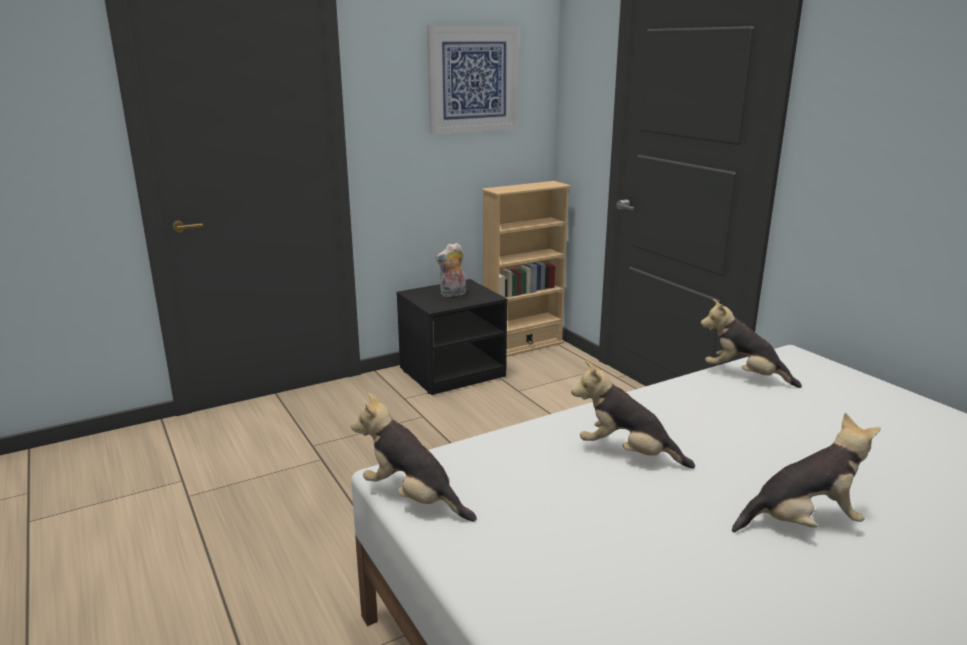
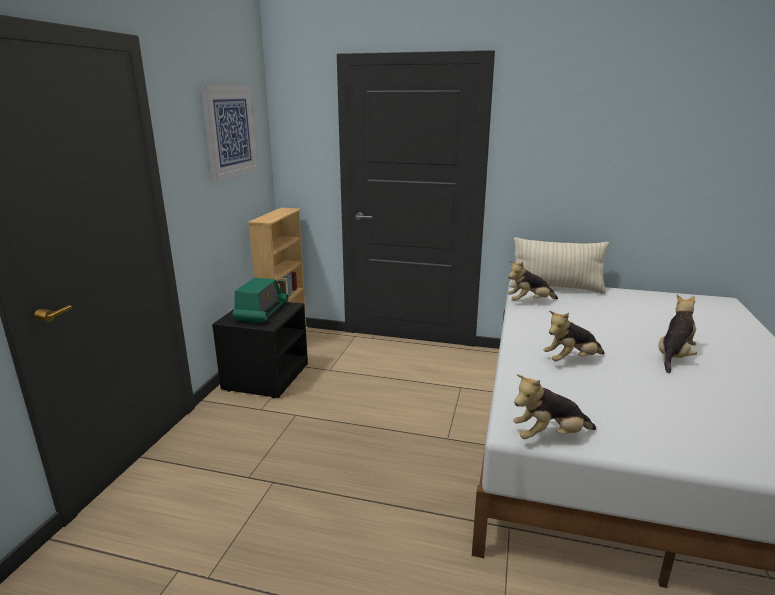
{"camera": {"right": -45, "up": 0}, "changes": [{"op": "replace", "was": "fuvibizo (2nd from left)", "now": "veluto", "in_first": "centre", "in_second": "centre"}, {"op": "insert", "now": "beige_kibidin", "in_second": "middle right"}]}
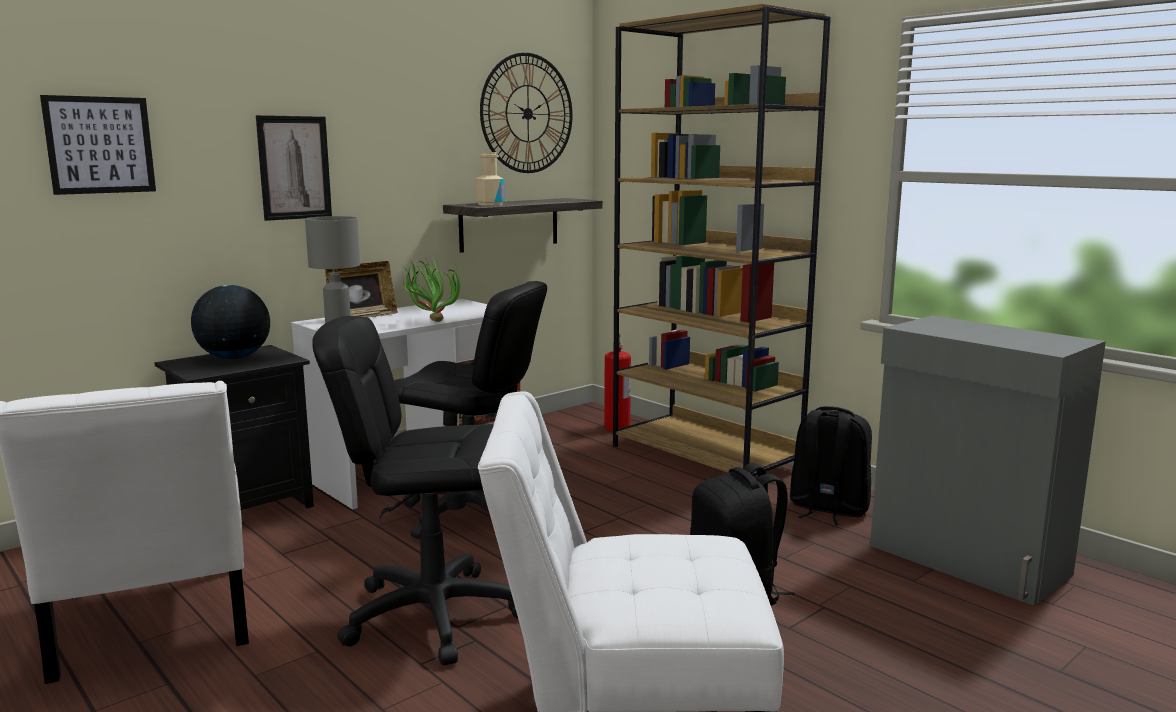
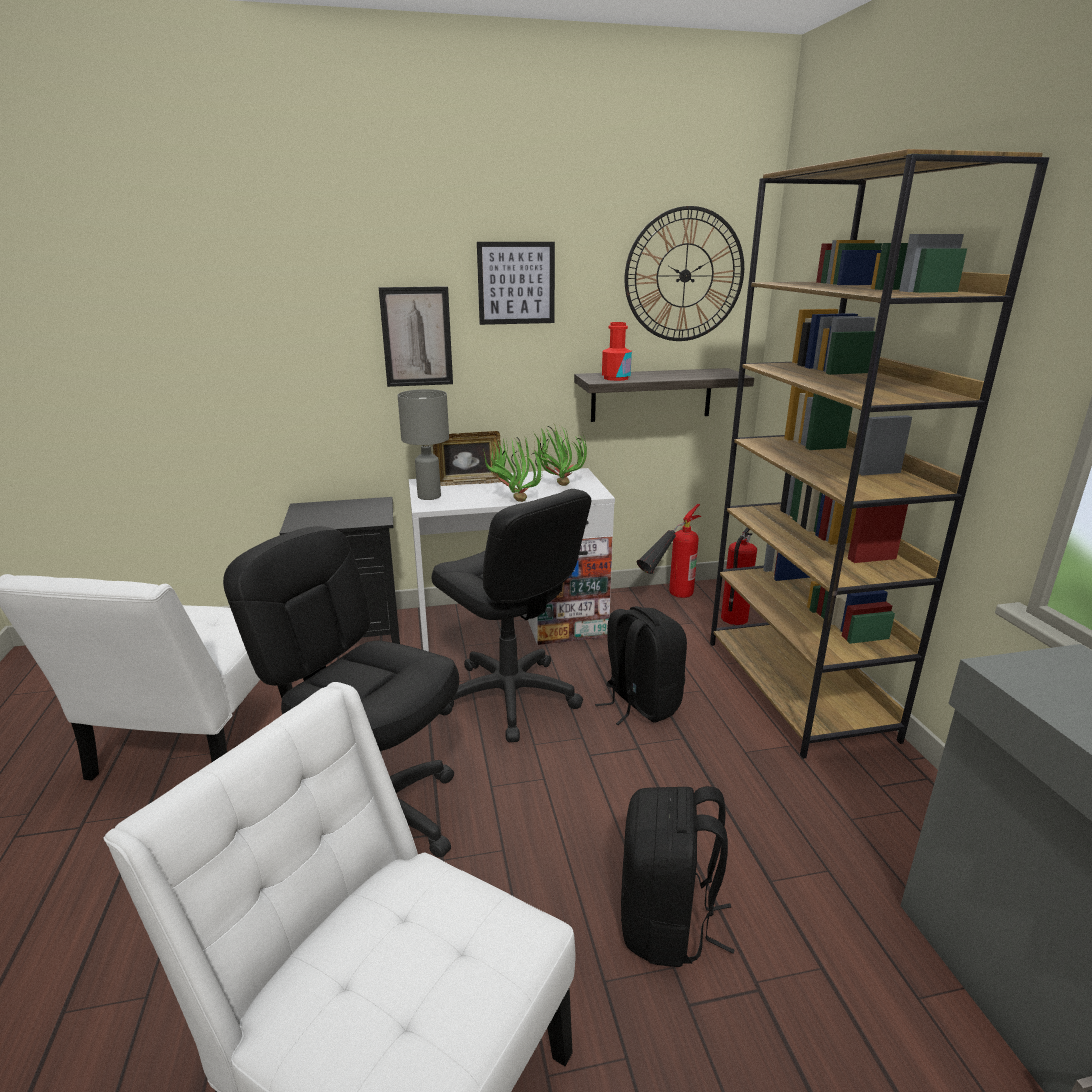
{"camera": {"right": 30, "up": 10}, "changes": [{"op": "move", "was": "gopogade (1st from left in the first image)", "now": "gopogade (2nd from left)", "in_first": "top left", "in_second": "top centre"}, {"op": "recolor", "was": "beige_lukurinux", "now": "red_lukurinux", "in_first": "top centre", "in_second": "top centre"}, {"op": "delete", "was": "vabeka", "in_first": "middle left"}, {"op": "move", "was": "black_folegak (2nd from left in the first image)", "now": "black_folegak (1st from left)", "in_first": "middle right", "in_second": "centre"}, {"op": "insert", "now": "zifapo (2nd from left)", "in_second": "centre"}, {"op": "insert", "now": "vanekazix (1st from left)", "in_second": "centre"}]}
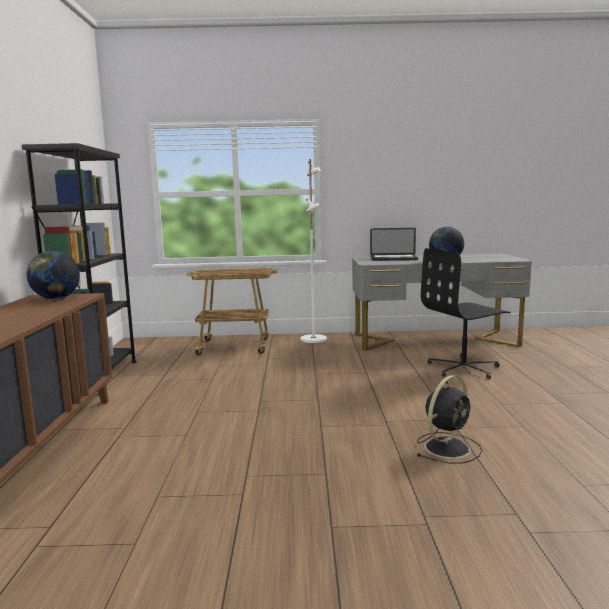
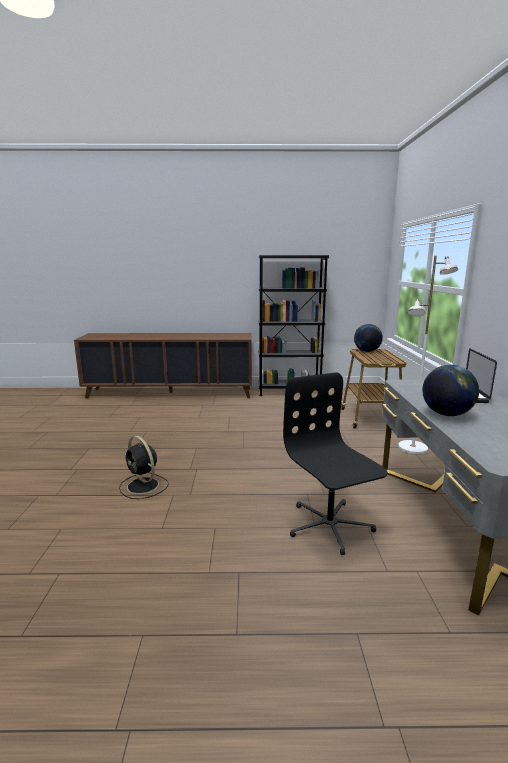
{"camera": {"right": 90, "up": 5}, "changes": [{"op": "move", "was": "vabeka (1st from left)", "in_first": "middle left", "in_second": "middle right"}]}
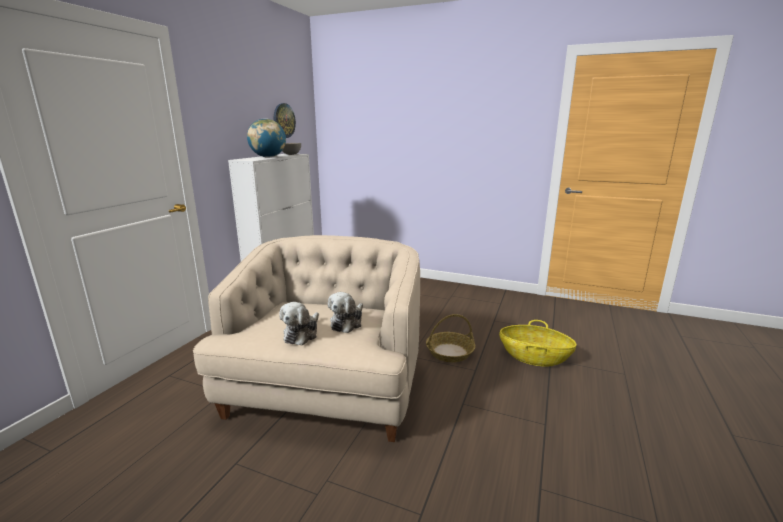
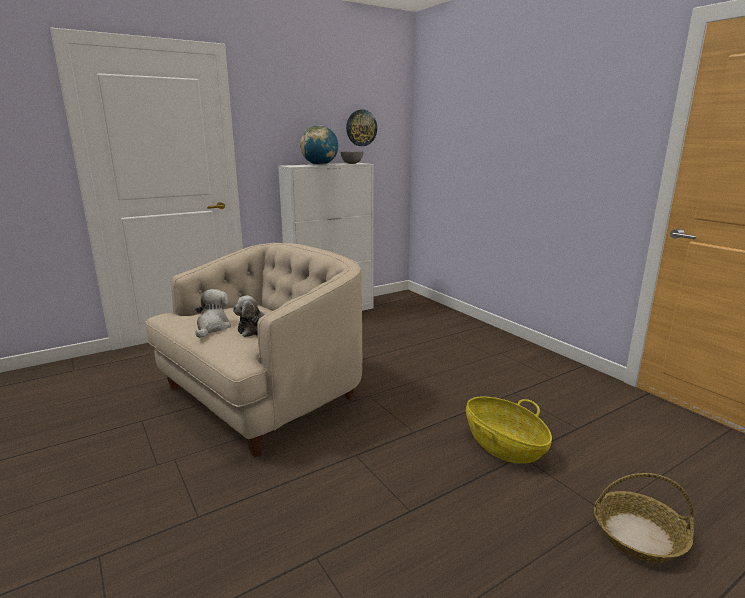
{"camera": {"right": 35, "up": 0}, "changes": [{"op": "rotate", "was": "fuvibizo (1st from left)", "in_first": "centre", "in_second": "middle left", "clockwise": 135}, {"op": "move", "was": "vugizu (1st from left in the first image)", "now": "vugizu (2nd from left)", "in_first": "centre", "in_second": "bottom right"}]}
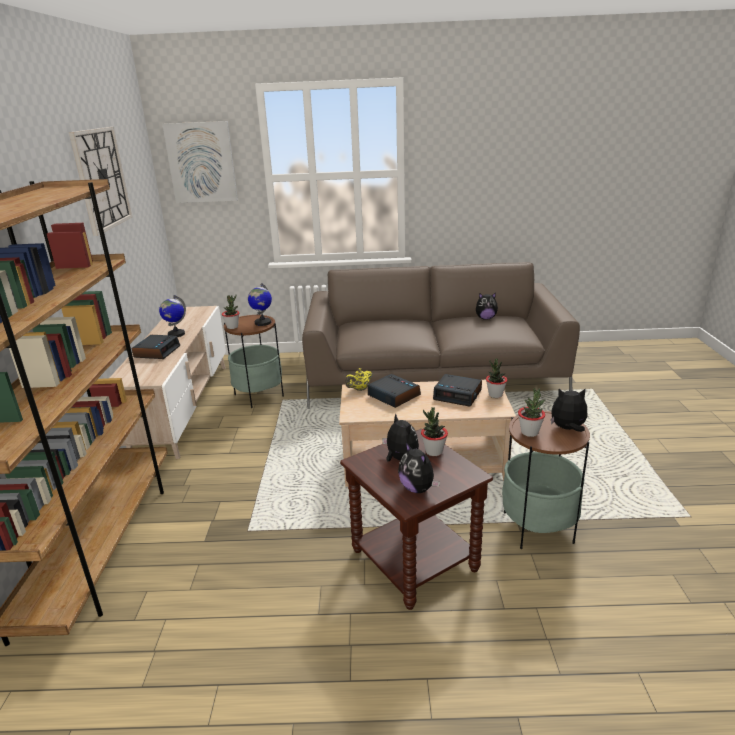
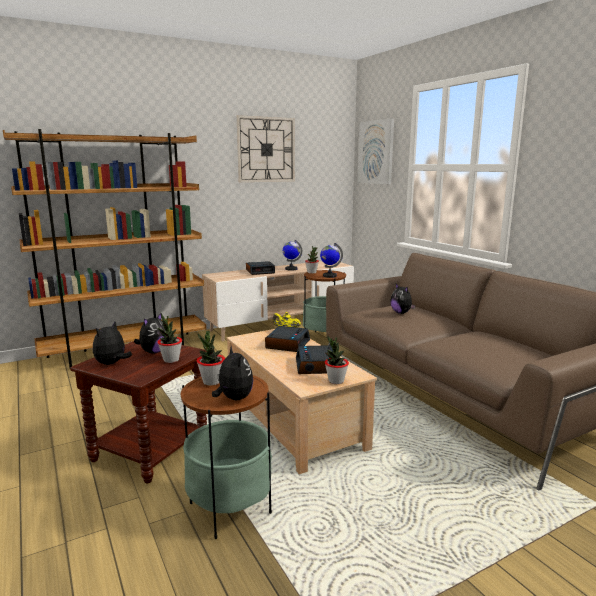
{"camera": {"right": 60, "up": -10}, "changes": [{"op": "move", "was": "fuvibizo (3rd from left in the first image)", "now": "fuvibizo (4th from left)", "in_first": "centre", "in_second": "middle right"}]}
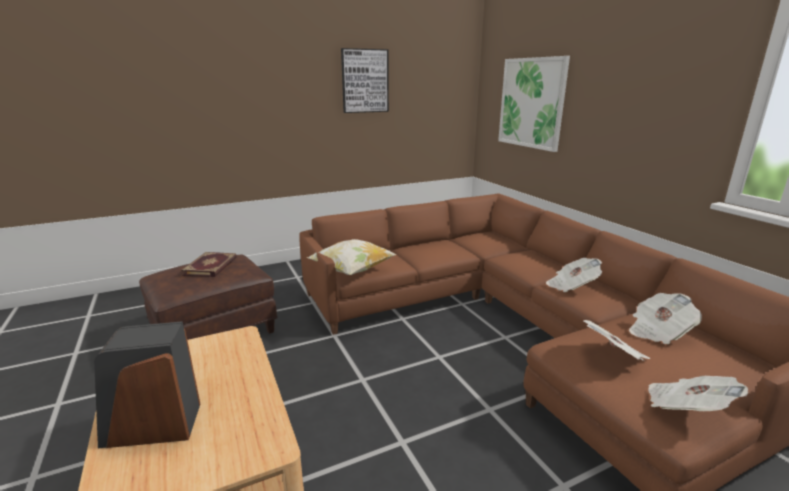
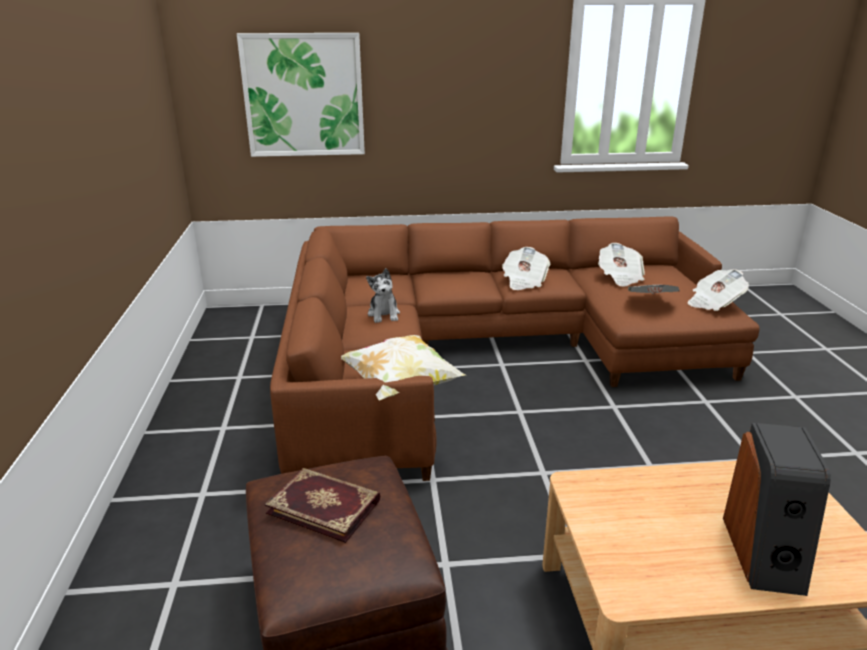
{"camera": {"right": -70, "up": 5}, "changes": [{"op": "delete", "was": "gopogade (1st from left)", "in_first": "top centre"}, {"op": "insert", "now": "fuvibizo", "in_second": "centre"}]}
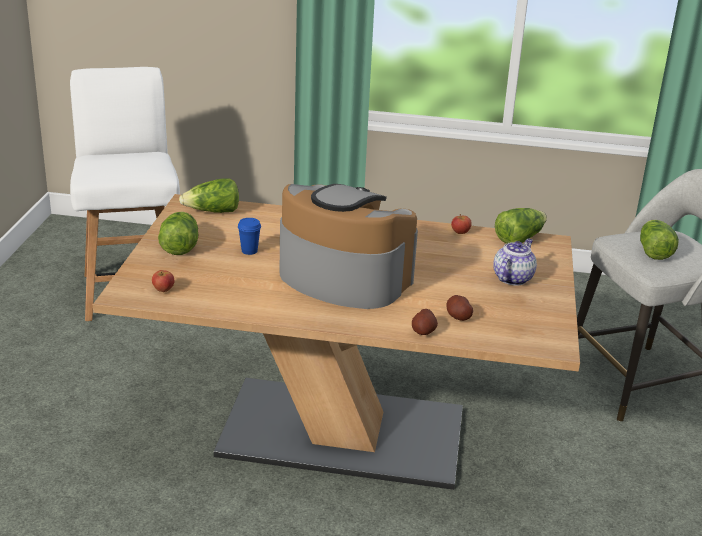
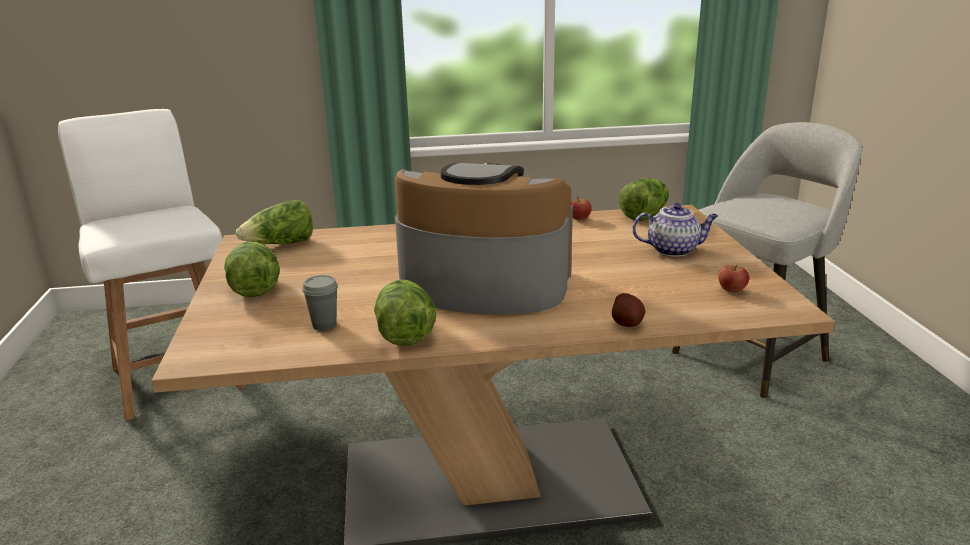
{"camera": {"right": -15, "up": -5}, "changes": [{"op": "delete", "was": "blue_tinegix", "in_first": "centre"}, {"op": "move", "was": "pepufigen (4th from left in the first image)", "now": "pepufigen (3rd from left)", "in_first": "middle right", "in_second": "centre"}, {"op": "rotate", "was": "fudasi", "in_first": "middle right", "in_second": "middle right", "clockwise": 75}, {"op": "move", "was": "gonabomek (1st from left in the first image)", "now": "gonabomek (2nd from left)", "in_first": "middle left", "in_second": "middle right"}, {"op": "delete", "was": "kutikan (2nd from left)", "in_first": "centre"}, {"op": "insert", "now": "grey_tinegix", "in_second": "middle left"}]}
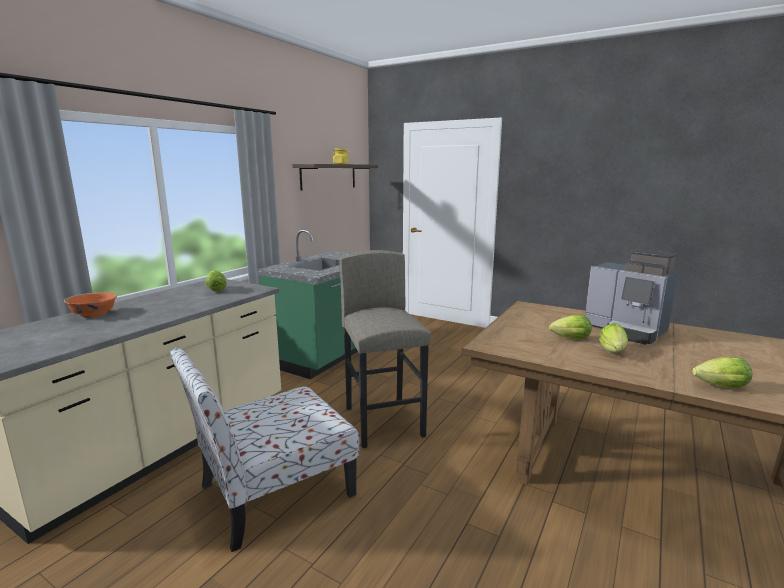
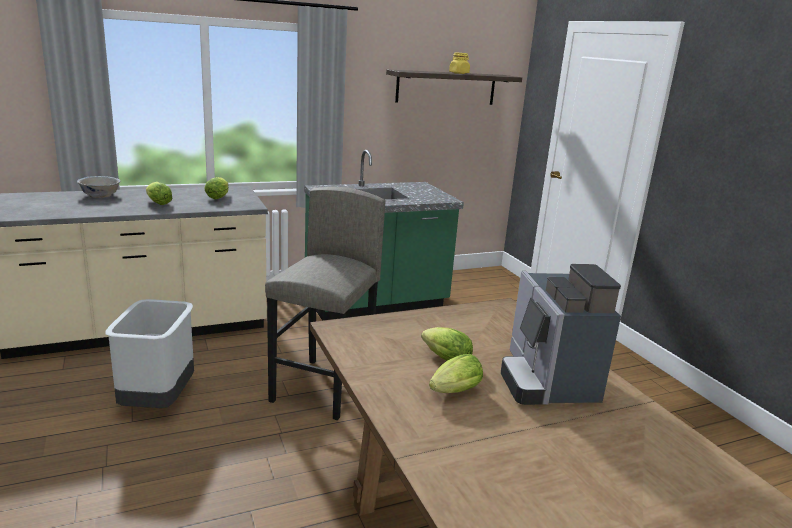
{"camera": {"right": 35, "up": 5}, "changes": [{"op": "recolor", "was": "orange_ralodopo", "now": "white_ralodopo", "in_first": "middle left", "in_second": "middle left"}, {"op": "replace", "was": "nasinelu", "now": "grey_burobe", "in_first": "bottom centre", "in_second": "bottom left"}, {"op": "move", "was": "pepufigen (4th from left in the first image)", "now": "pepufigen (1st from left)", "in_first": "middle right", "in_second": "middle left"}]}
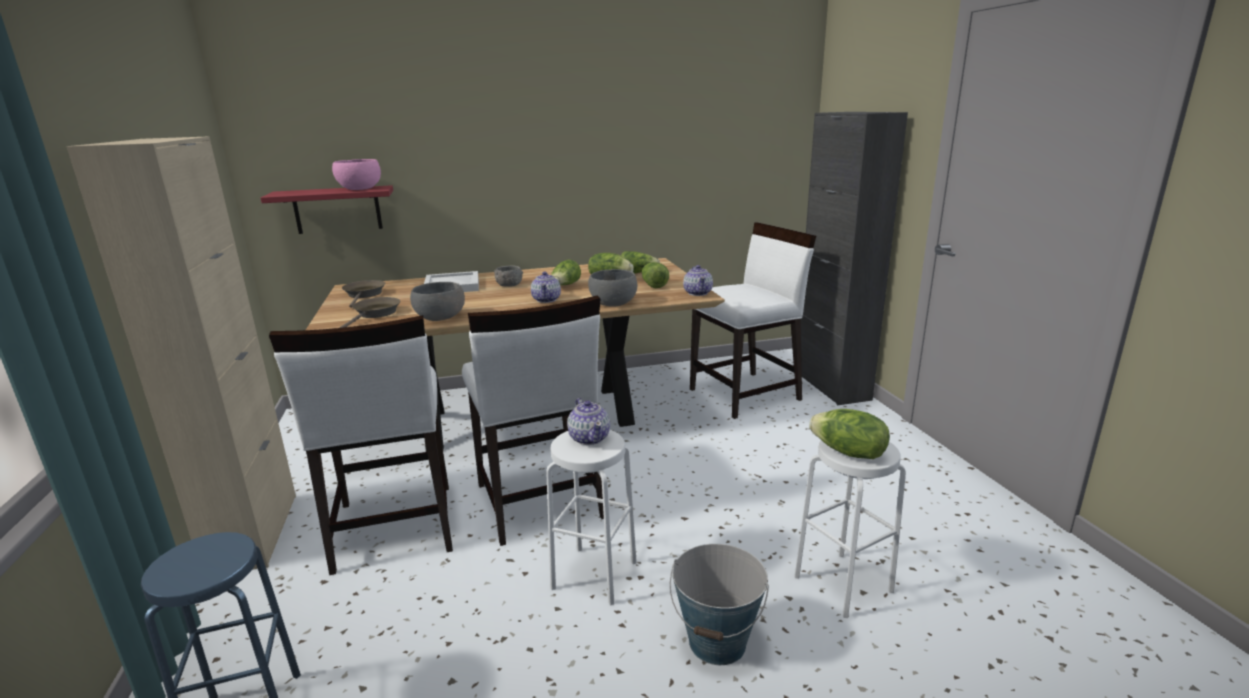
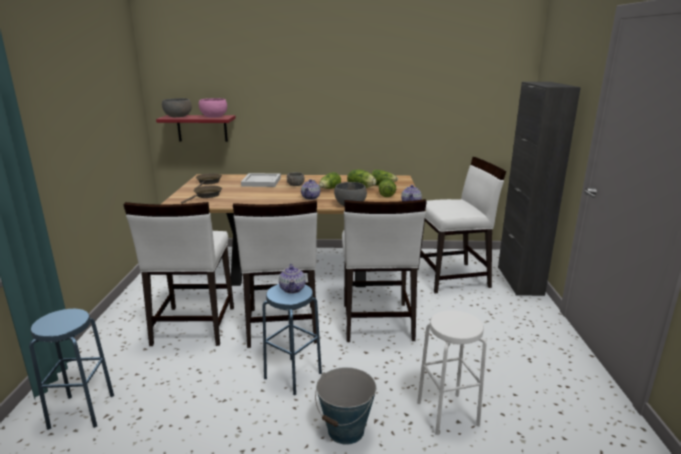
{"camera": {"right": 15, "up": 0}, "changes": [{"op": "delete", "was": "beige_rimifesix", "in_first": "middle left"}, {"op": "move", "was": "grey_ralodopo (1st from left)", "in_first": "centre", "in_second": "top left"}, {"op": "delete", "was": "pepufigen (5th from left)", "in_first": "middle right"}, {"op": "recolor", "was": "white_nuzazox (1st from left)", "now": "blue_nuzazox (2nd from left)", "in_first": "bottom centre", "in_second": "bottom centre"}, {"op": "insert", "now": "white_nasinelu (3rd from left)", "in_second": "centre"}]}
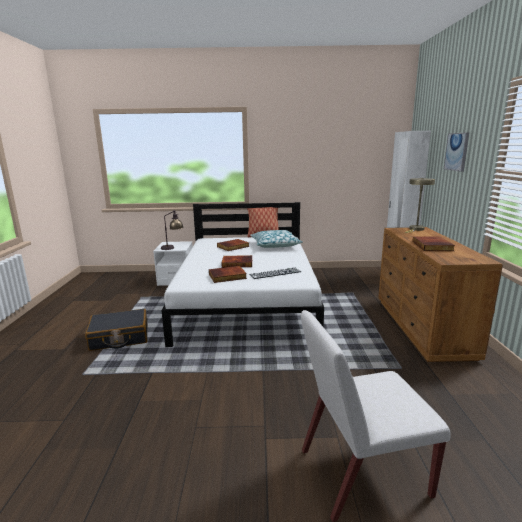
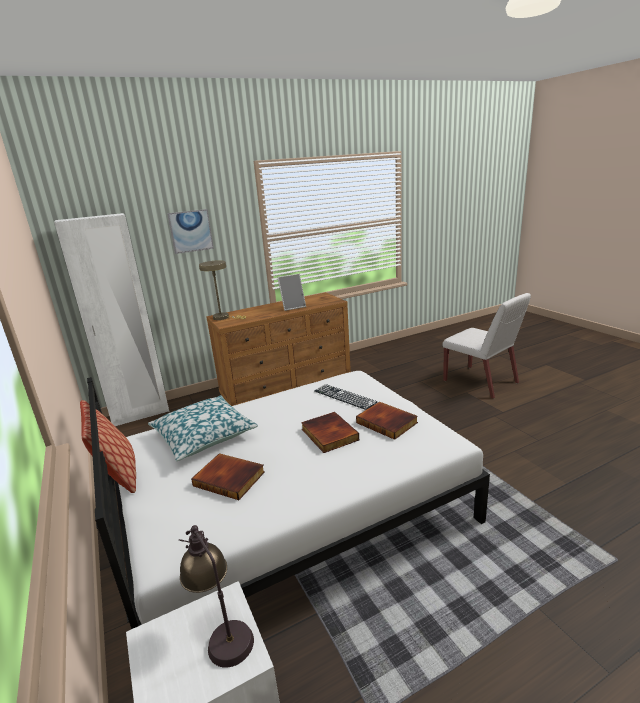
{"camera": {"right": -115, "up": 5}, "changes": [{"op": "replace", "was": "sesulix (4th from left)", "now": "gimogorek", "in_first": "middle right", "in_second": "centre"}, {"op": "delete", "was": "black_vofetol", "in_first": "middle left"}]}
